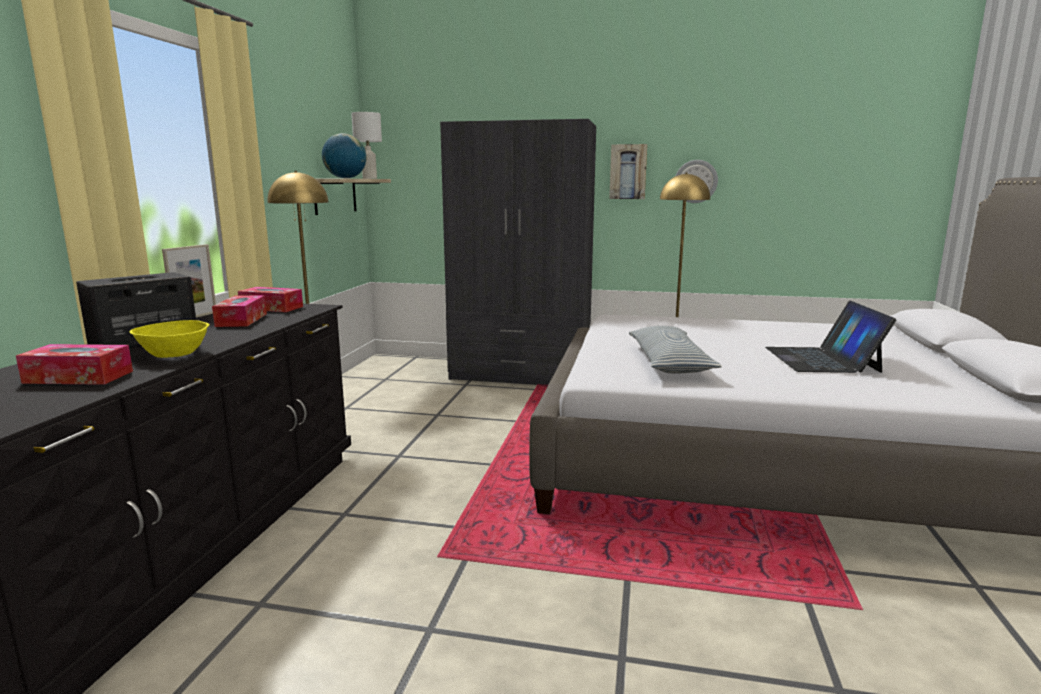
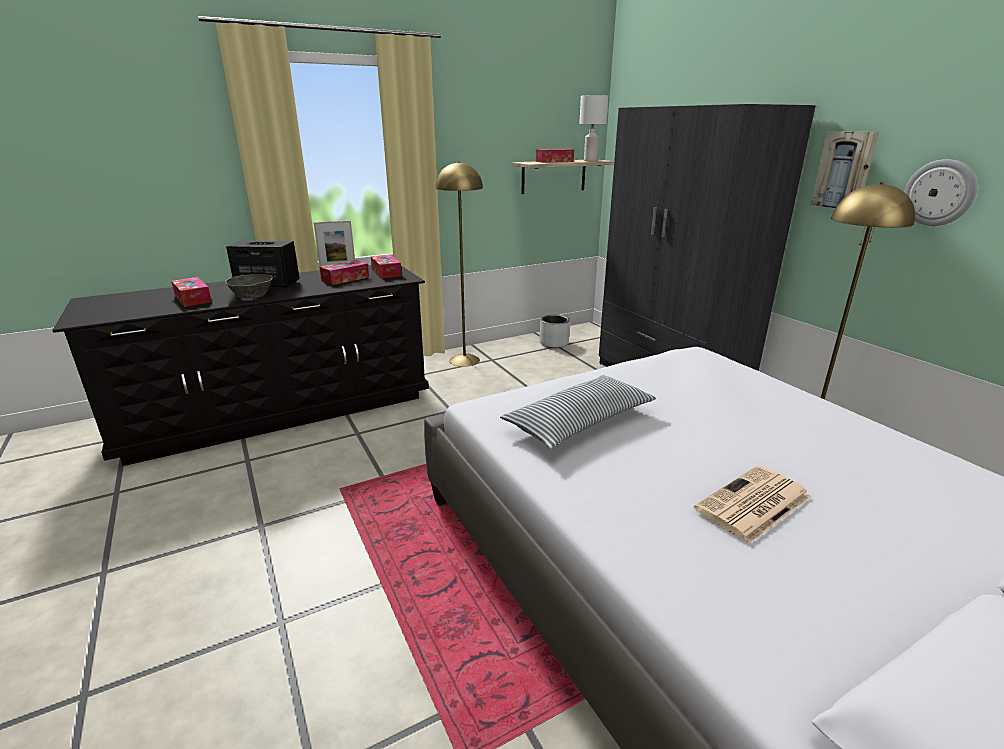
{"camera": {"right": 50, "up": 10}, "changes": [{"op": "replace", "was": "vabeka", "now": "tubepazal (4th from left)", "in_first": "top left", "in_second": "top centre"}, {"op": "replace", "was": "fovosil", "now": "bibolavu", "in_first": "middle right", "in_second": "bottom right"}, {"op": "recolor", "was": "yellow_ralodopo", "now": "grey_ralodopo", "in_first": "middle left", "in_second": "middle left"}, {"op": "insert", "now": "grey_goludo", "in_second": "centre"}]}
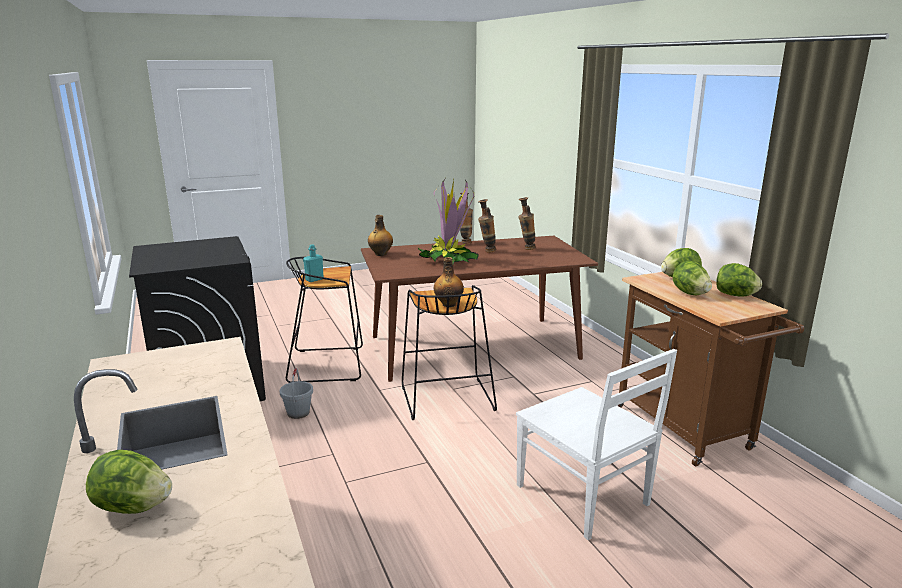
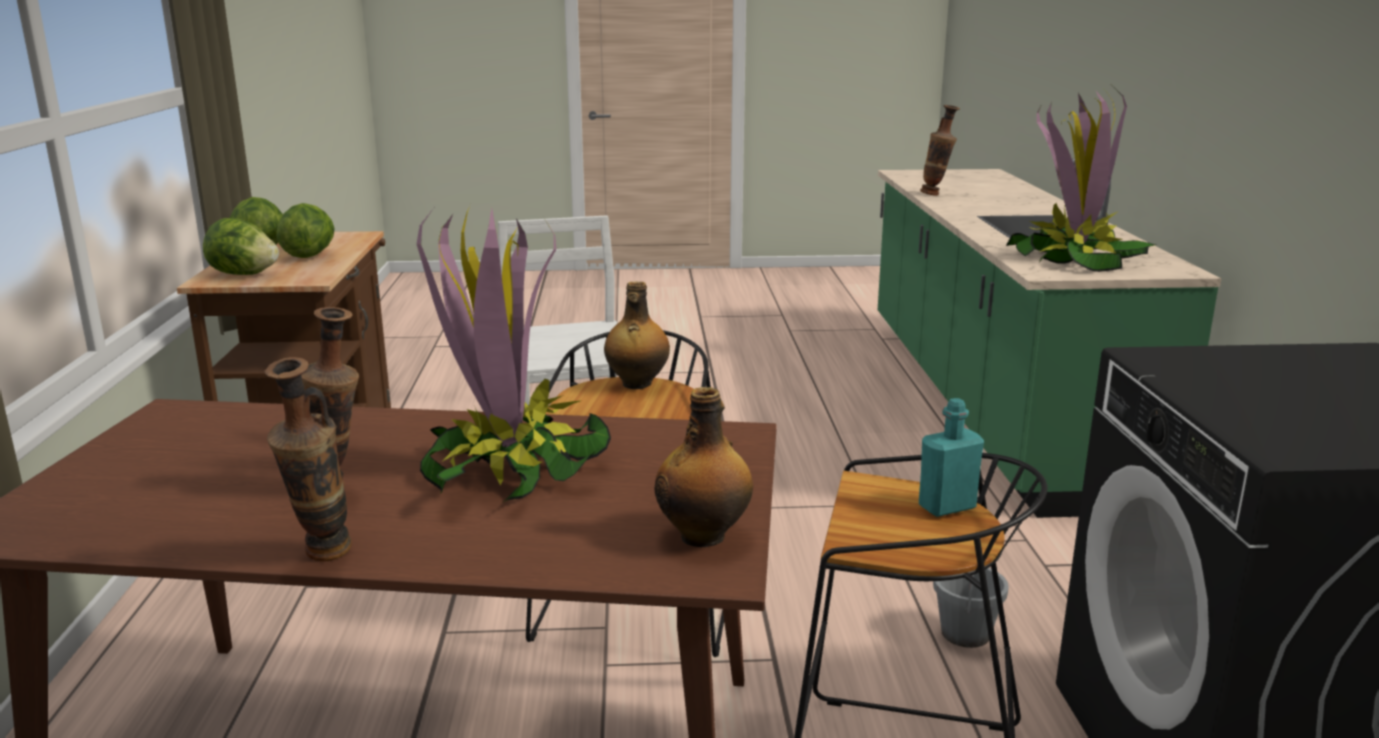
{"camera": {"right": -160, "up": 0}, "changes": [{"op": "move", "was": "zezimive (3rd from left)", "in_first": "centre", "in_second": "top right"}, {"op": "delete", "was": "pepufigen (1st from left)", "in_first": "bottom left"}, {"op": "insert", "now": "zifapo (2nd from left)", "in_second": "top right"}]}
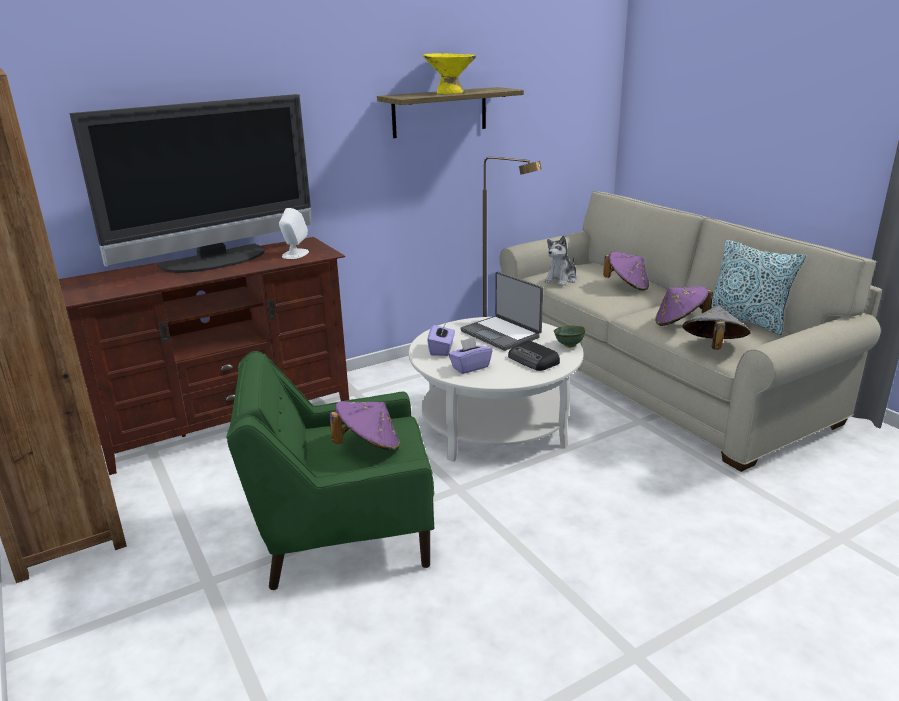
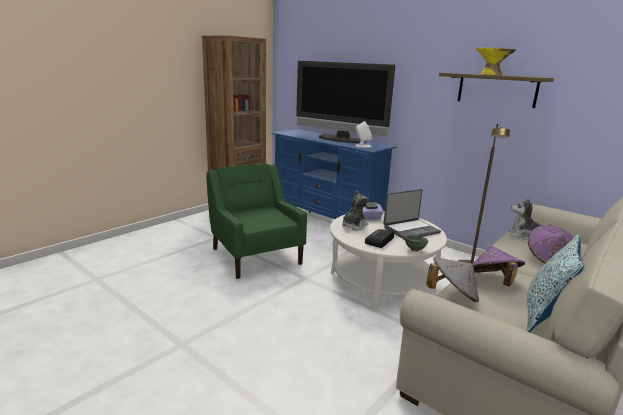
{"camera": {"right": 70, "up": -5}, "changes": [{"op": "recolor", "was": "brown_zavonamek", "now": "blue_zavonamek", "in_first": "middle left", "in_second": "centre"}, {"op": "rotate", "was": "fovosil", "in_first": "centre", "in_second": "centre", "clockwise": -150}, {"op": "replace", "was": "purple_tubepazal (2nd from left)", "now": "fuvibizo (1st from left)", "in_first": "centre", "in_second": "centre"}, {"op": "delete", "was": "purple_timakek (1st from left)", "in_first": "centre"}]}
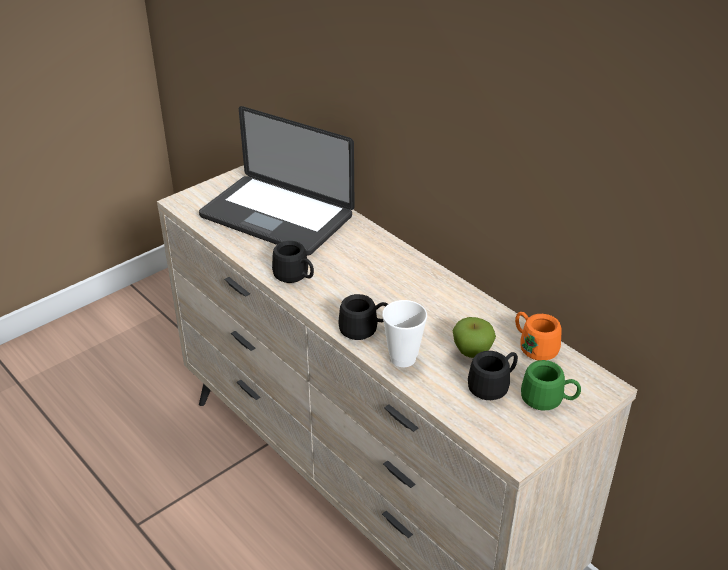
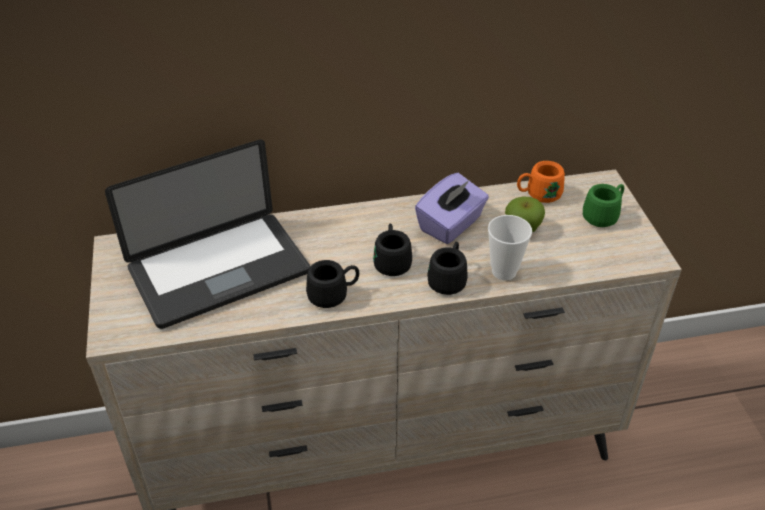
{"camera": {"right": -60, "up": 5}, "changes": [{"op": "move", "was": "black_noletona (3rd from left in the first image)", "now": "black_noletona (2nd from left)", "in_first": "middle right", "in_second": "centre"}, {"op": "insert", "now": "purple_tubepazal", "in_second": "centre"}]}
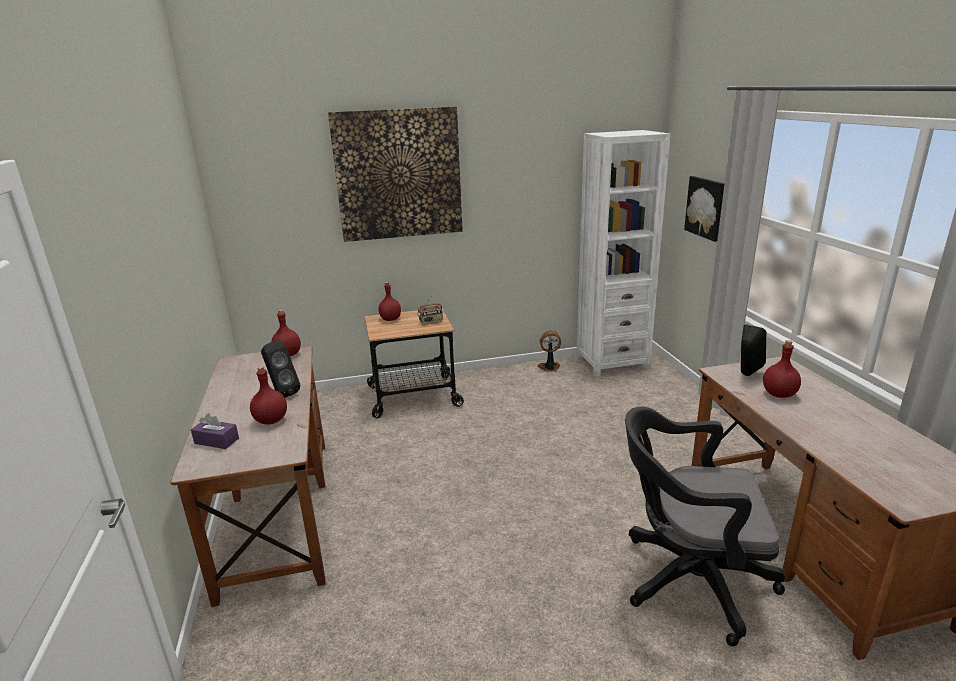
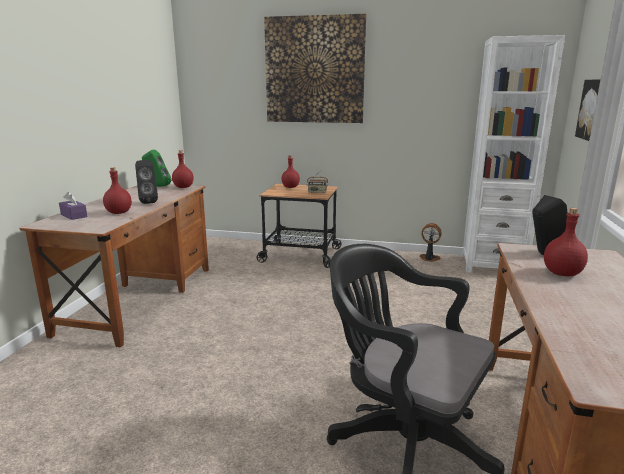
{"camera": {"right": 25, "up": -5}, "changes": [{"op": "insert", "now": "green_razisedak", "in_second": "middle left"}]}
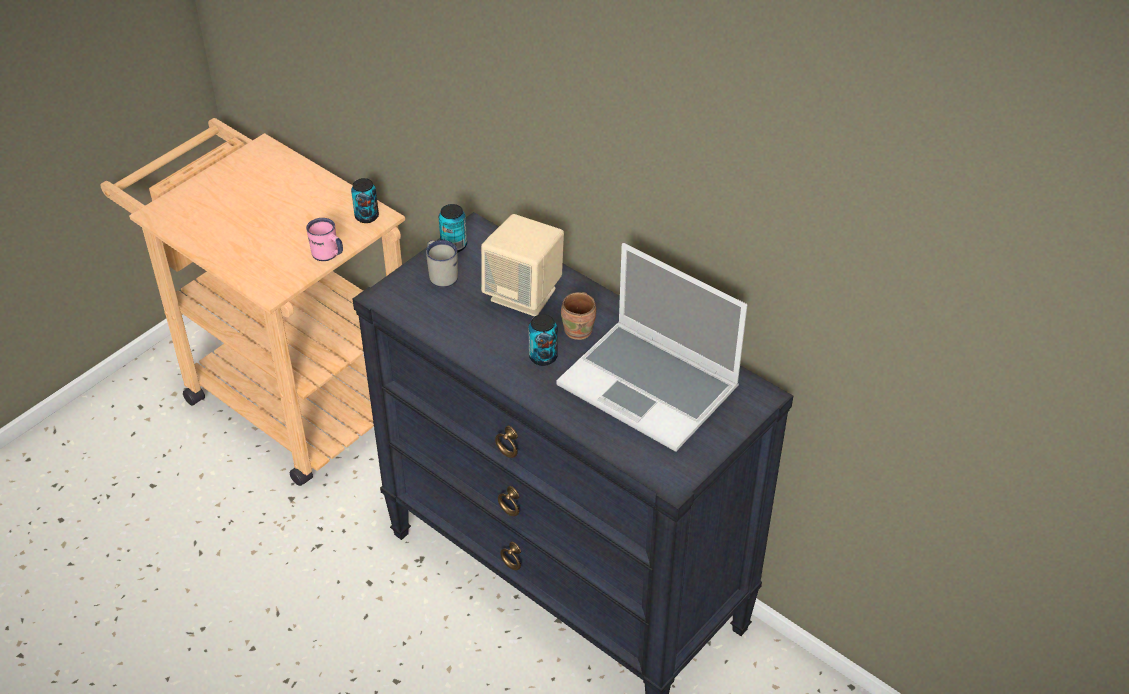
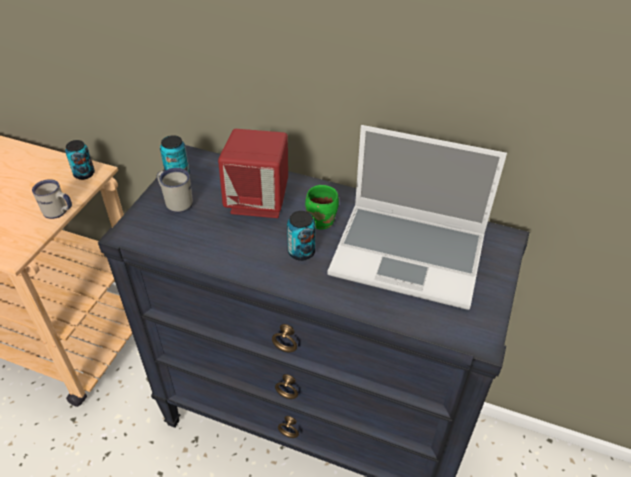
{"camera": {"right": -20, "up": 0}, "changes": [{"op": "recolor", "was": "beige_razisedak", "now": "red_razisedak", "in_first": "centre", "in_second": "centre"}, {"op": "recolor", "was": "pink_noletona", "now": "white_noletona (1st from left)", "in_first": "middle left", "in_second": "middle left"}, {"op": "recolor", "was": "brown_noletona", "now": "green_noletona", "in_first": "centre", "in_second": "centre"}]}
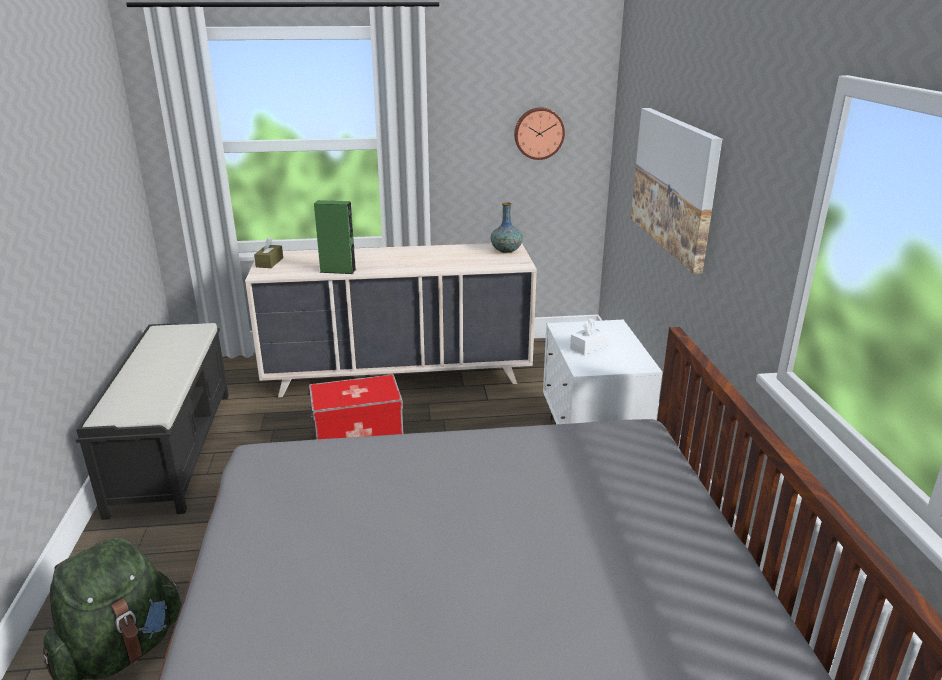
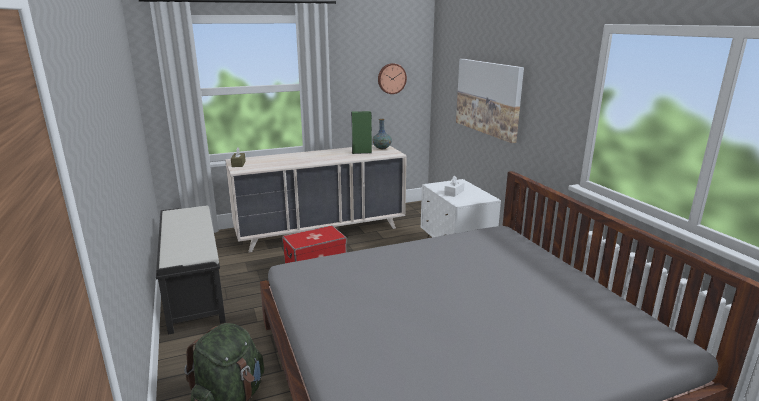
{"camera": {"right": -15, "up": -5}, "changes": [{"op": "move", "was": "green_razisedak", "in_first": "centre", "in_second": "top centre"}]}
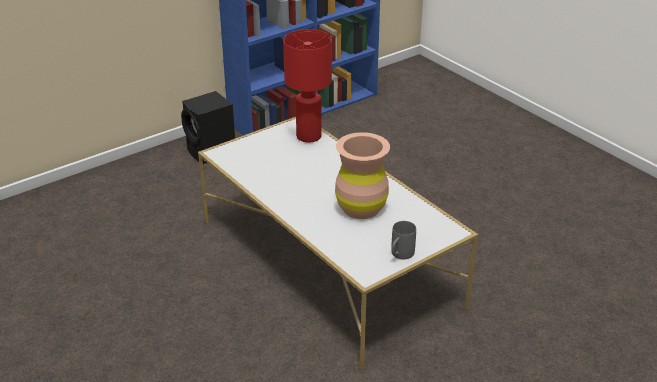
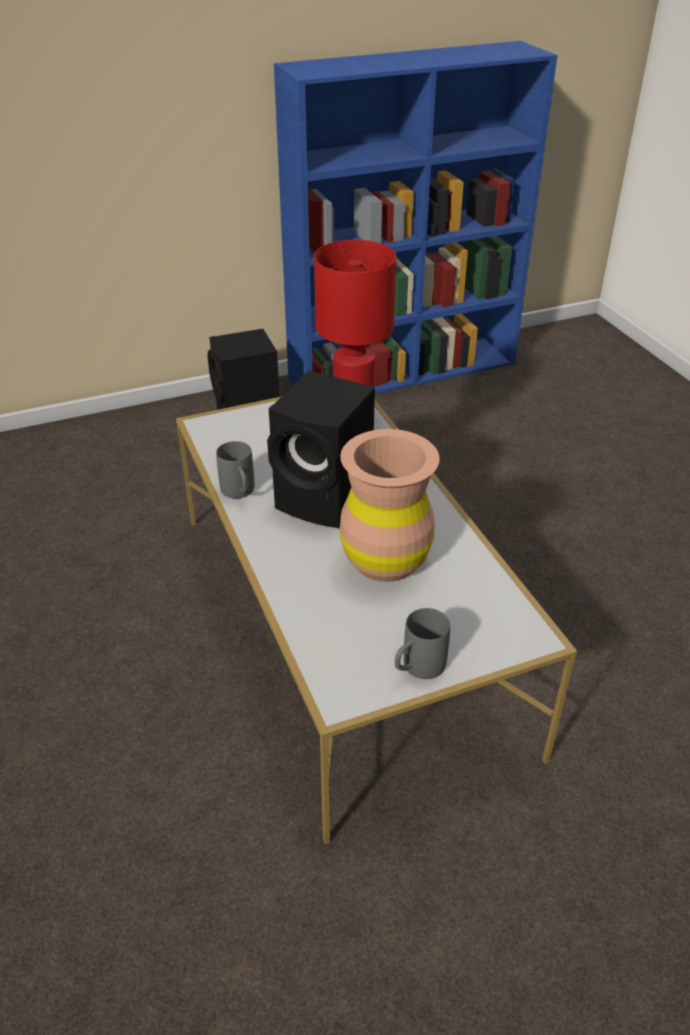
{"camera": {"right": 15, "up": 5}, "changes": [{"op": "insert", "now": "black_razisedak (2nd from left)", "in_second": "centre"}, {"op": "insert", "now": "grey_noletona (1st from left)", "in_second": "centre"}]}
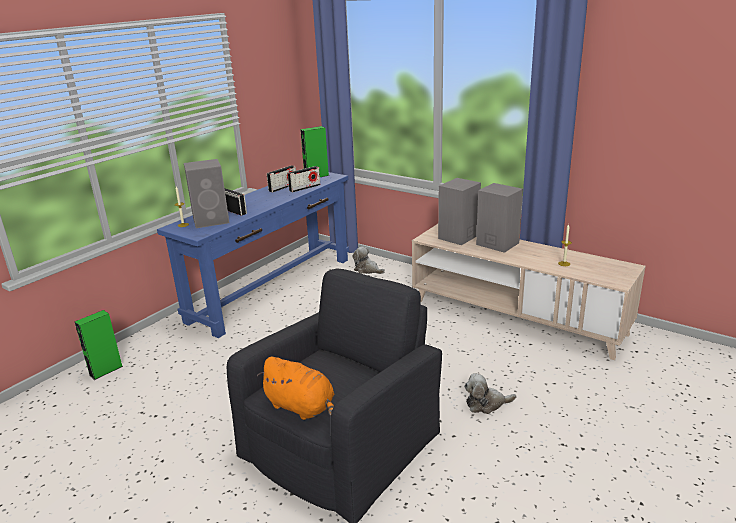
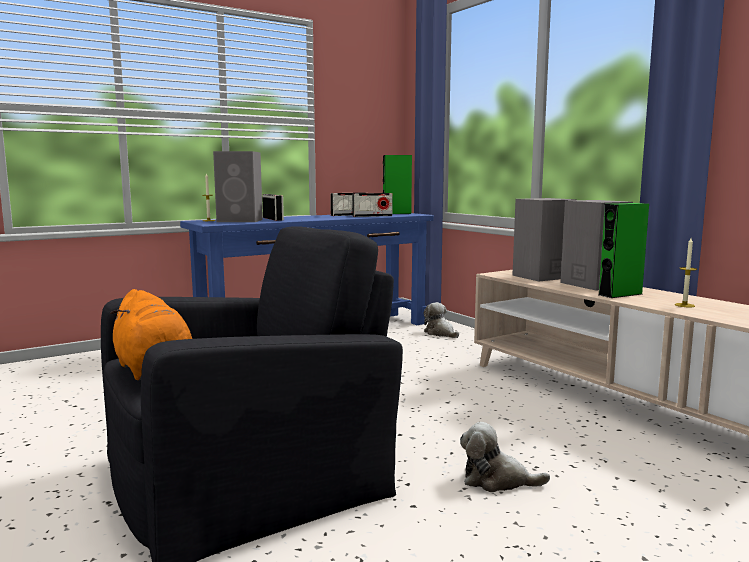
{"camera": {"right": 20, "up": -15}, "changes": [{"op": "move", "was": "green_razisedak (1st from left in the first image)", "now": "green_razisedak (2nd from left)", "in_first": "middle left", "in_second": "middle right"}]}
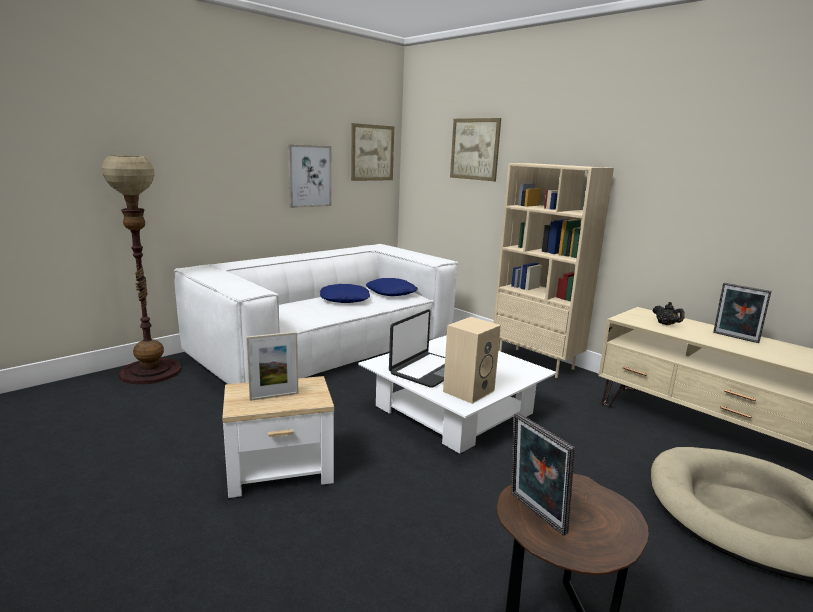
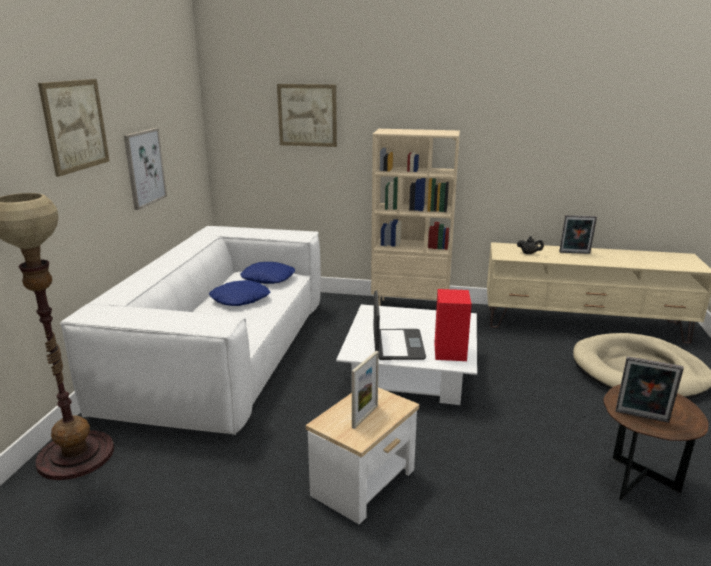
{"camera": {"right": -35, "up": 5}, "changes": [{"op": "move", "was": "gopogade (2nd from left in the first image)", "now": "gopogade (1st from left)", "in_first": "top centre", "in_second": "top left"}, {"op": "recolor", "was": "beige_razisedak", "now": "red_razisedak", "in_first": "centre", "in_second": "centre"}]}
